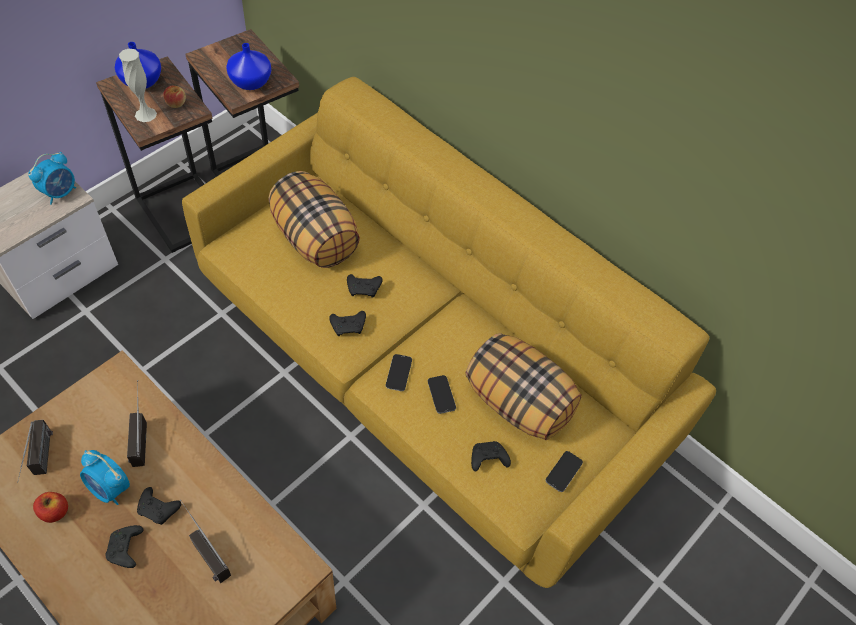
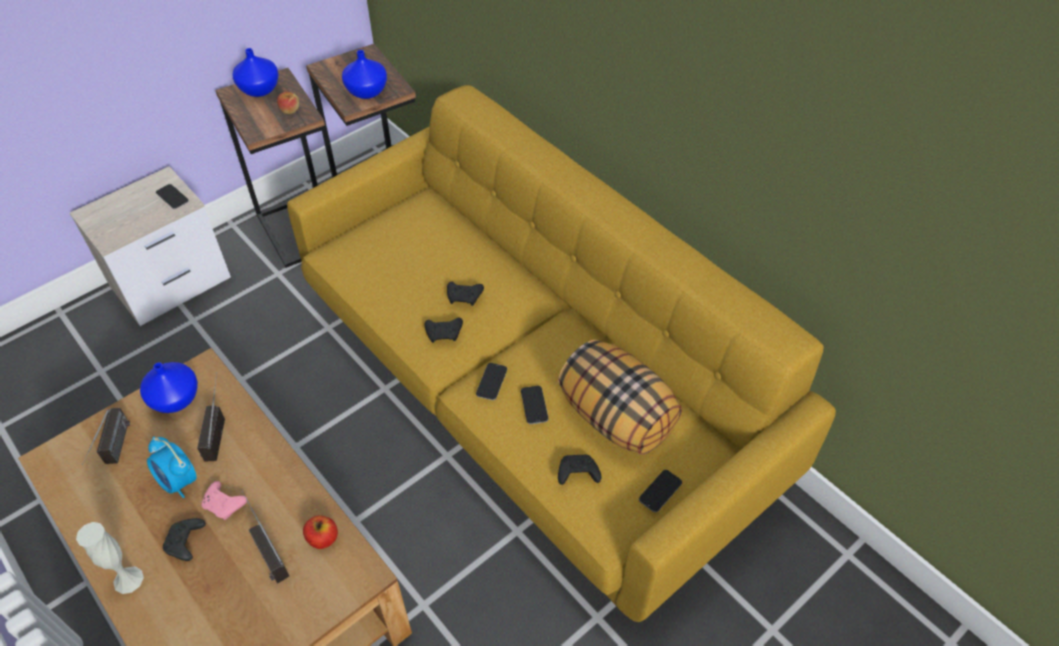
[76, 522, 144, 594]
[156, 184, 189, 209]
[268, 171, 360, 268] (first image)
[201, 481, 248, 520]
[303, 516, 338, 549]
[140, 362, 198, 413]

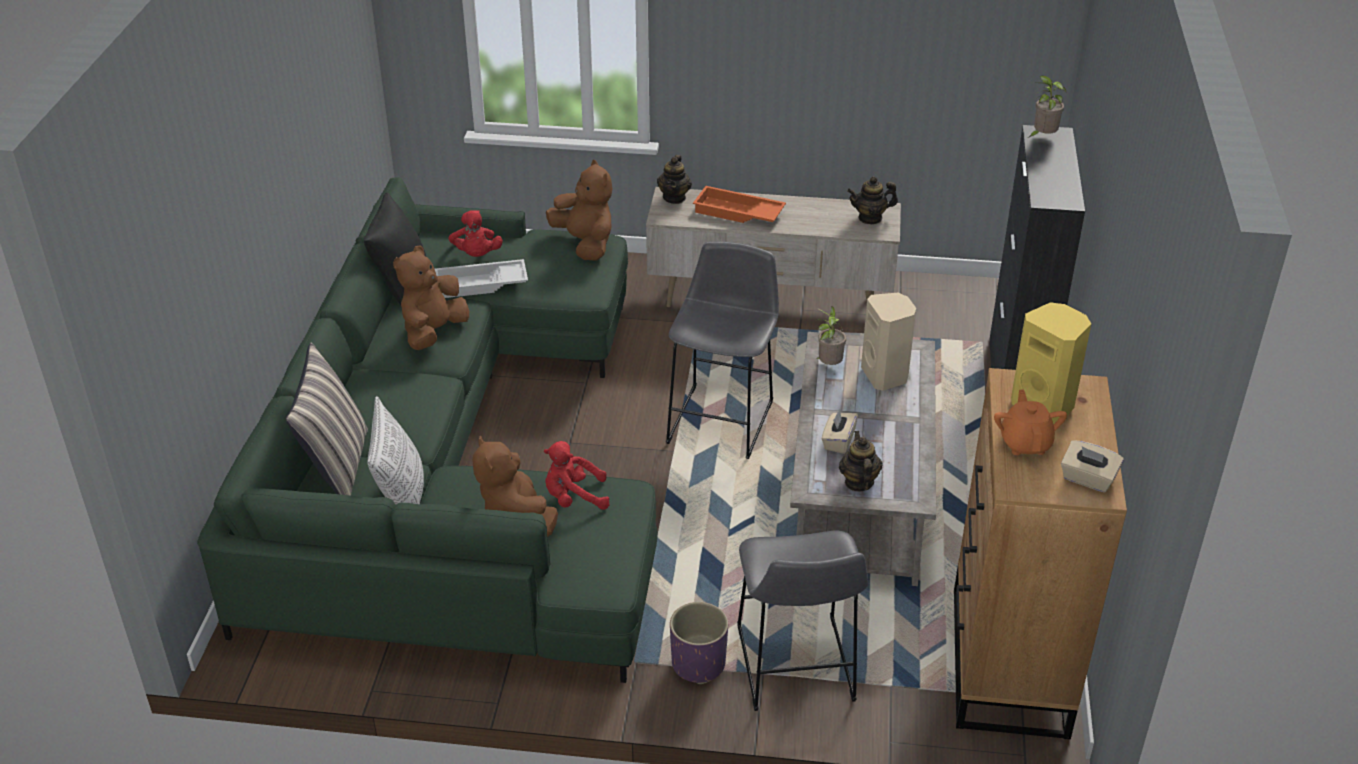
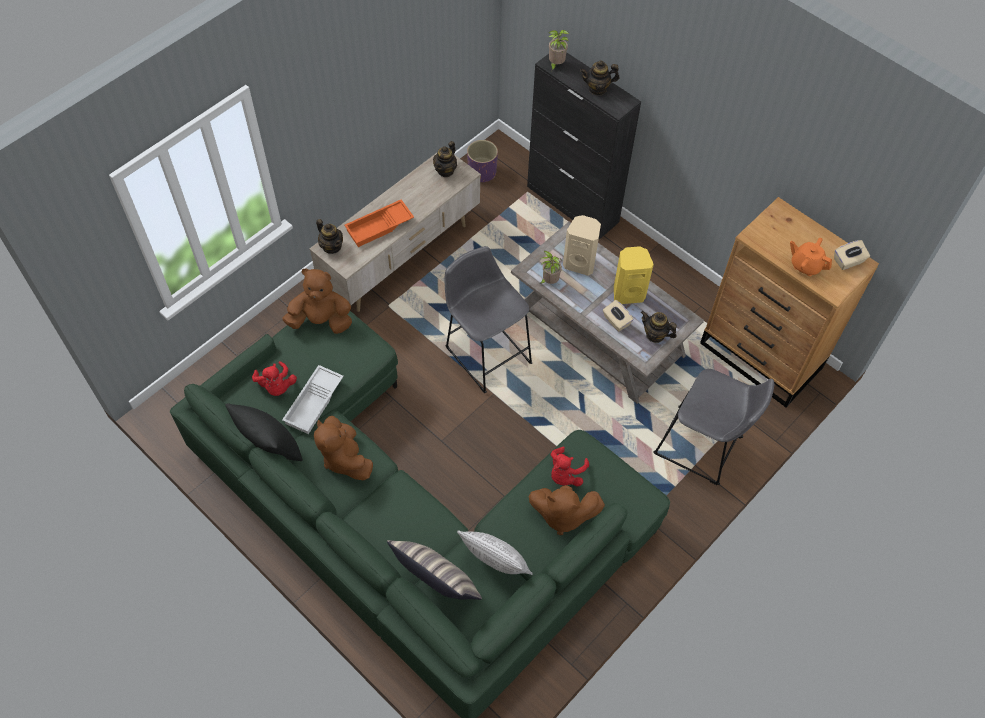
[252, 361, 297, 396]
[614, 246, 654, 304]
[467, 140, 498, 182]
[580, 60, 620, 96]

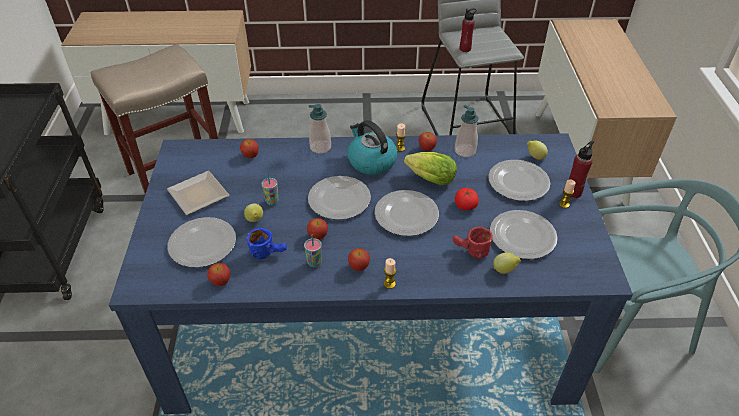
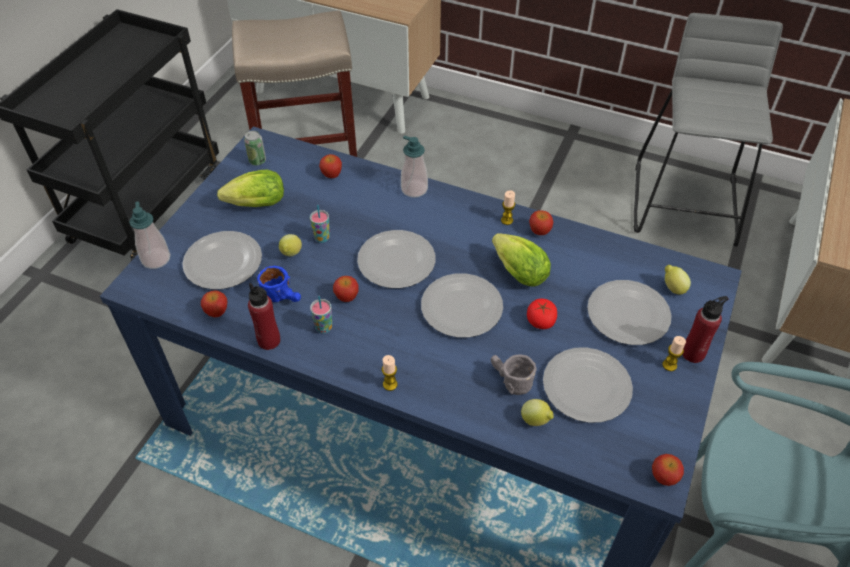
[248, 283, 280, 350]
[129, 201, 170, 269]
[347, 120, 397, 175] (first image)
[217, 170, 284, 207]
[491, 354, 537, 395]
[652, 454, 684, 486]
[244, 131, 266, 166]

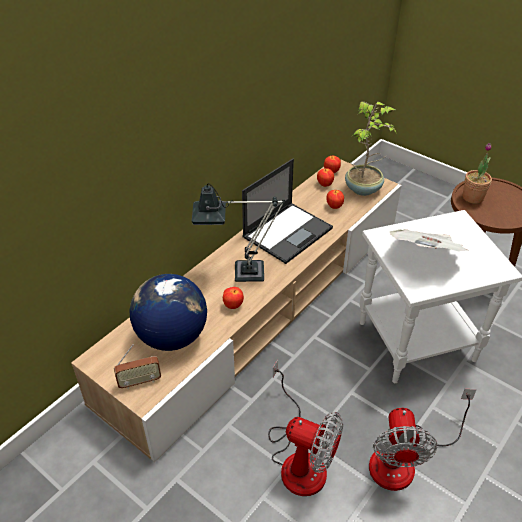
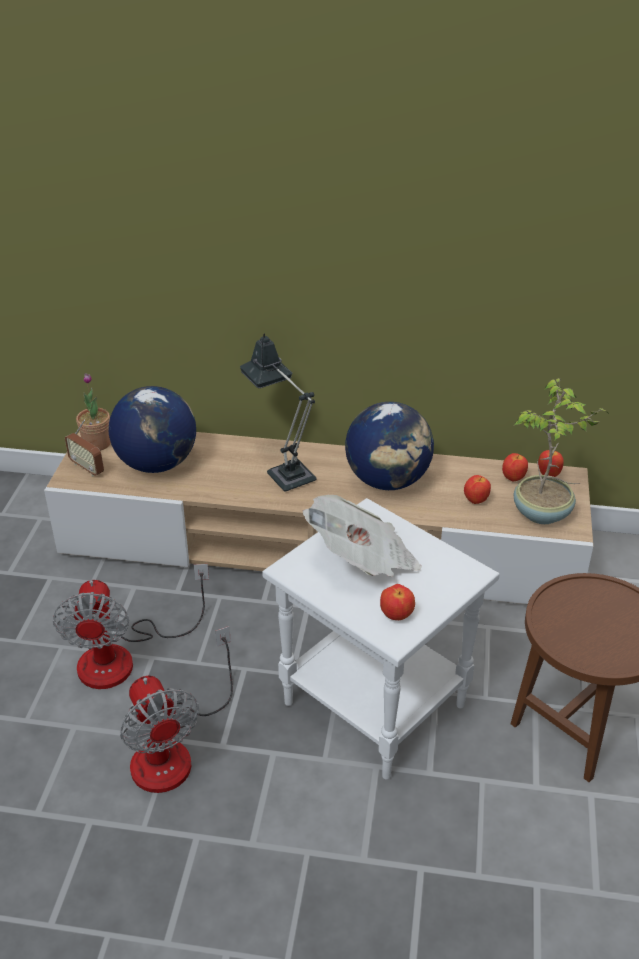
[76, 373, 111, 451]
[345, 402, 434, 490]
[380, 584, 415, 620]
[120, 626, 233, 793]

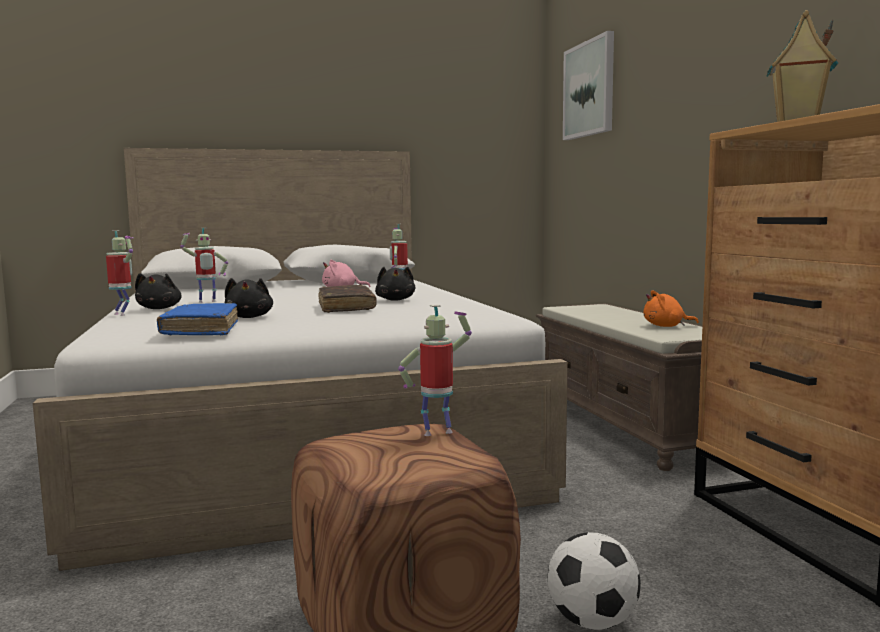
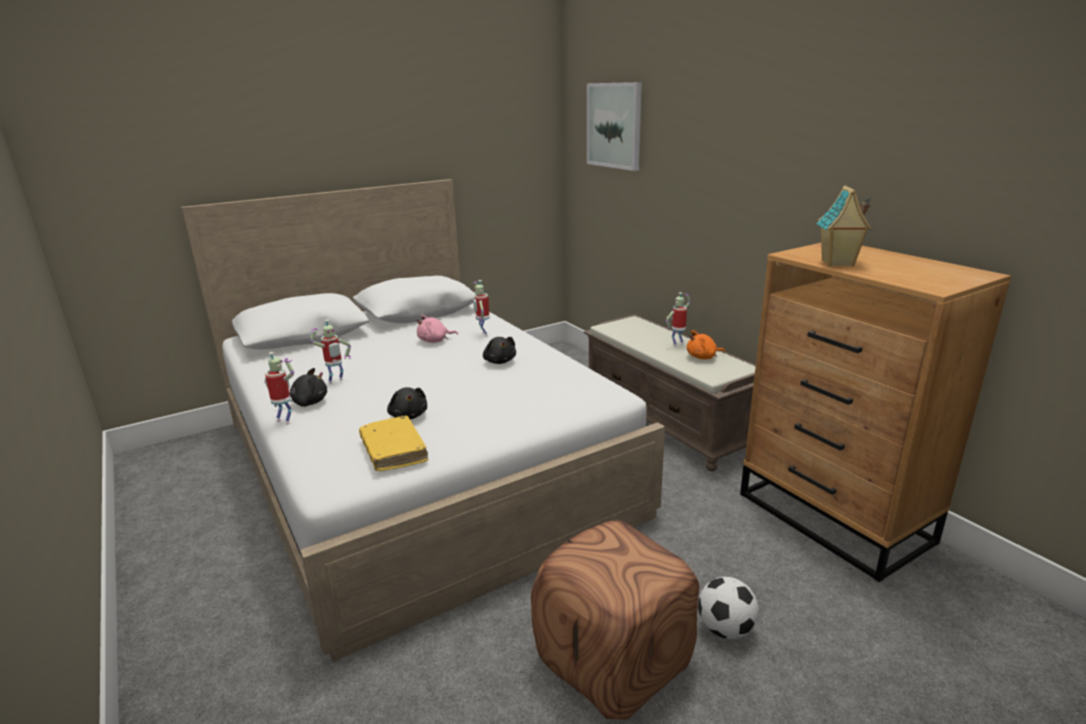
[275, 368, 327, 407]
[318, 285, 377, 313] (first image)
[359, 415, 428, 471]
[666, 292, 691, 347]

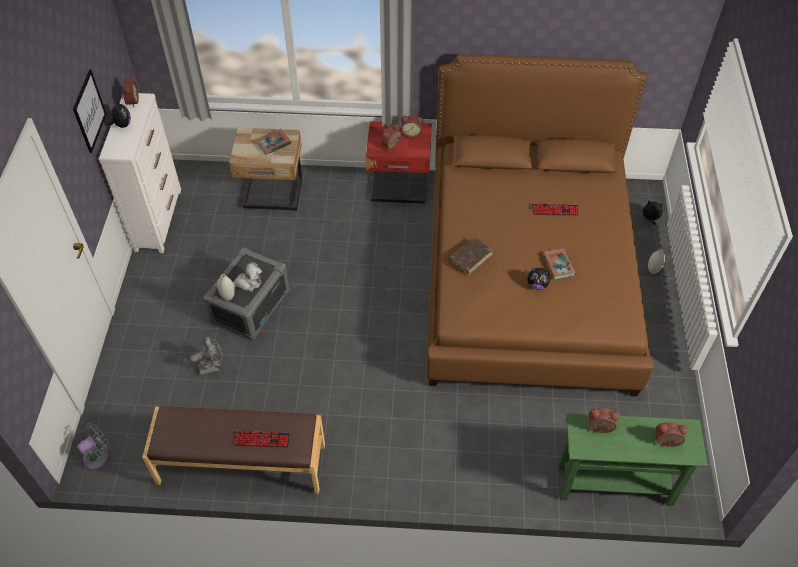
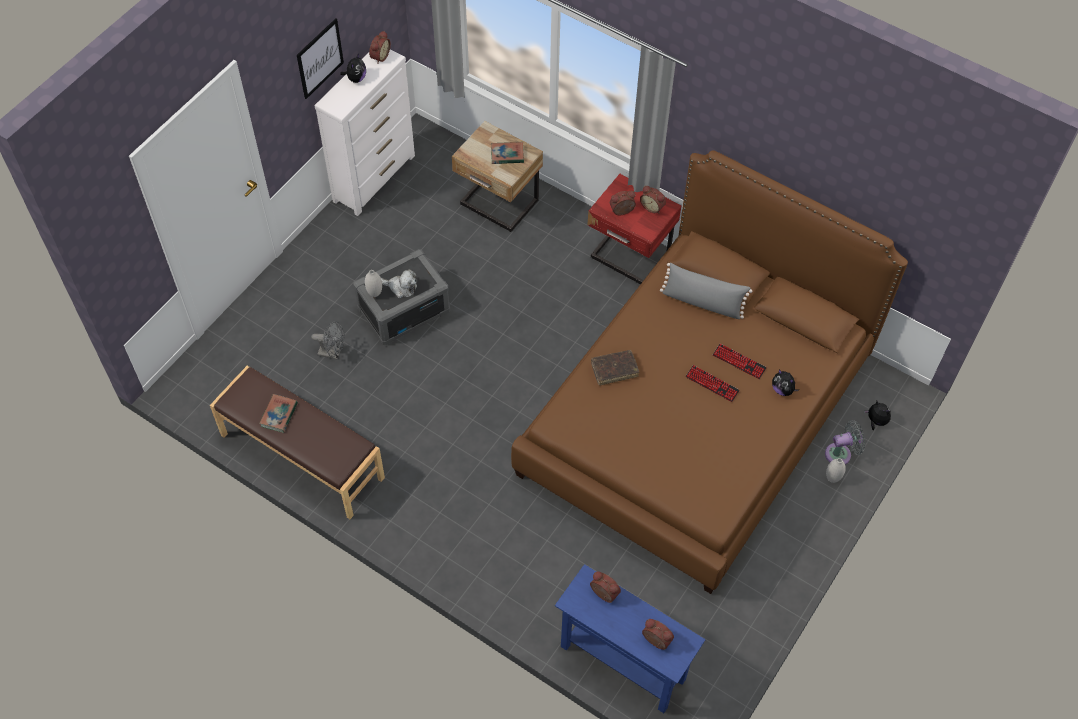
[259, 394, 298, 433]
[772, 369, 799, 396]
[555, 564, 706, 713]
[825, 420, 865, 465]
[685, 365, 740, 402]
[660, 263, 753, 319]

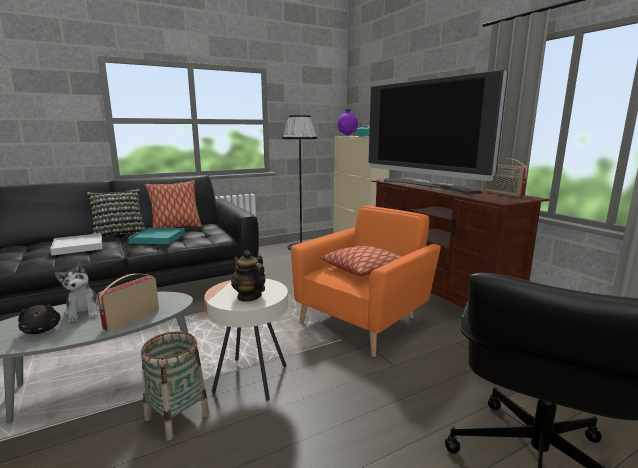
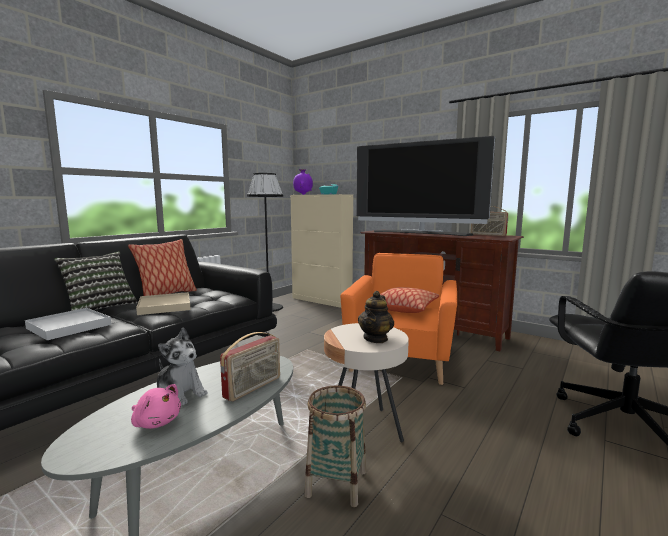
[136, 292, 191, 315]
[358, 291, 394, 343]
[220, 332, 280, 401]
[131, 384, 181, 429]

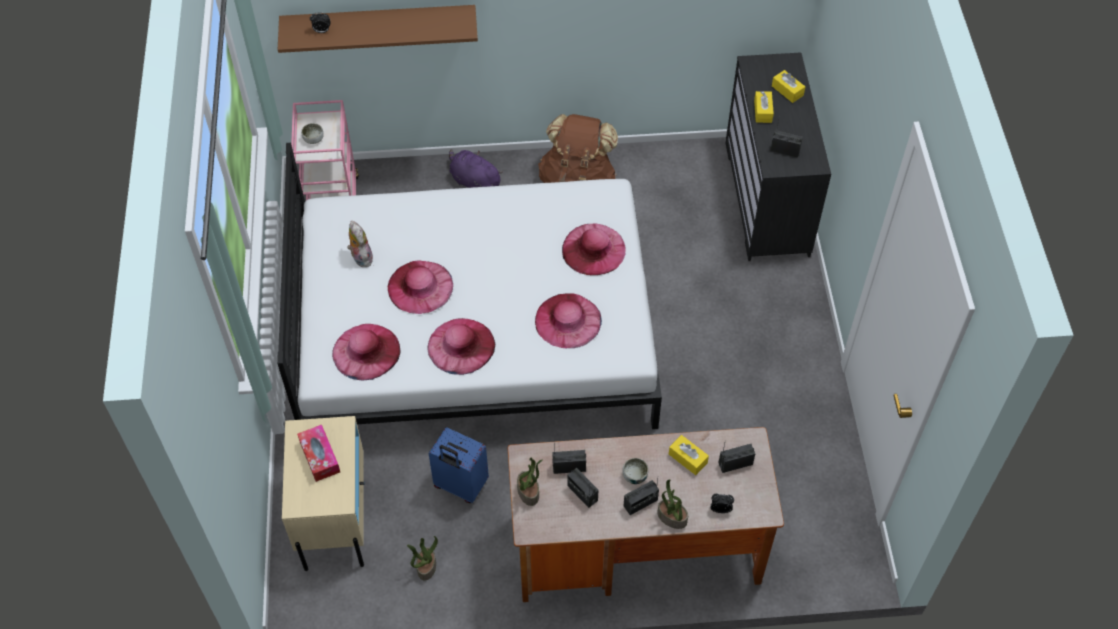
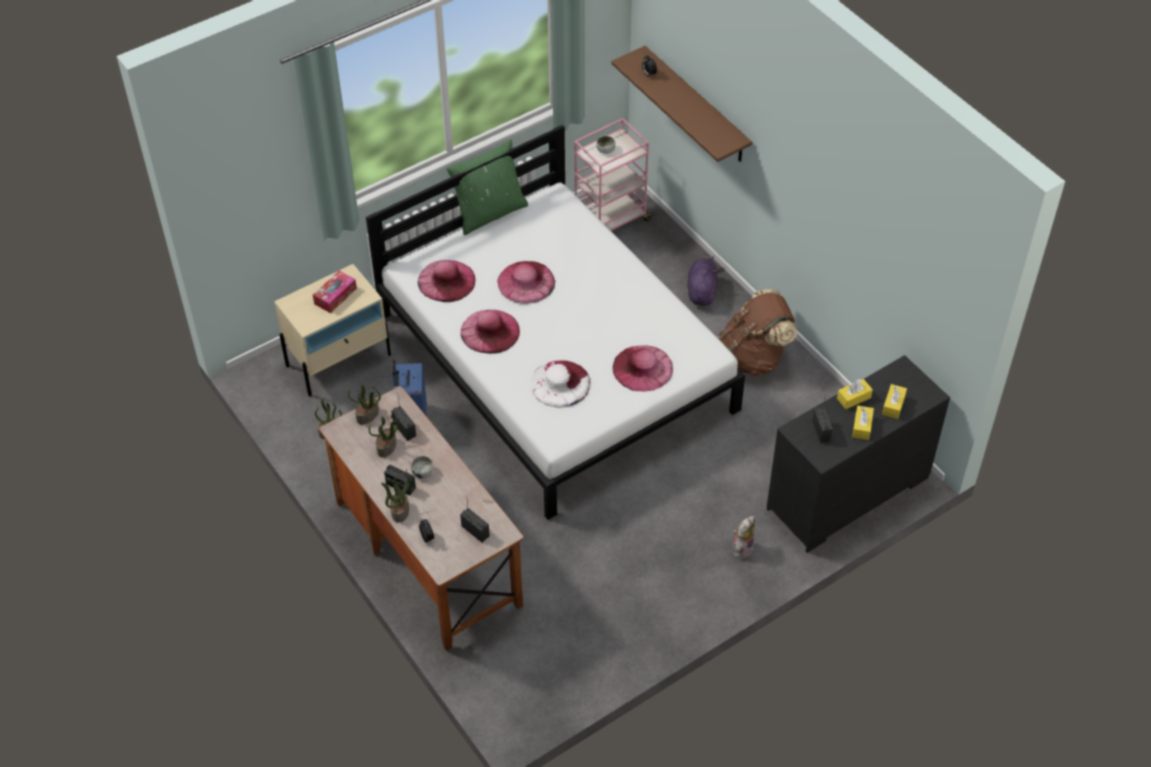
[732, 516, 755, 559]
[530, 360, 590, 407]
[852, 406, 874, 440]
[368, 415, 399, 458]
[447, 139, 528, 235]

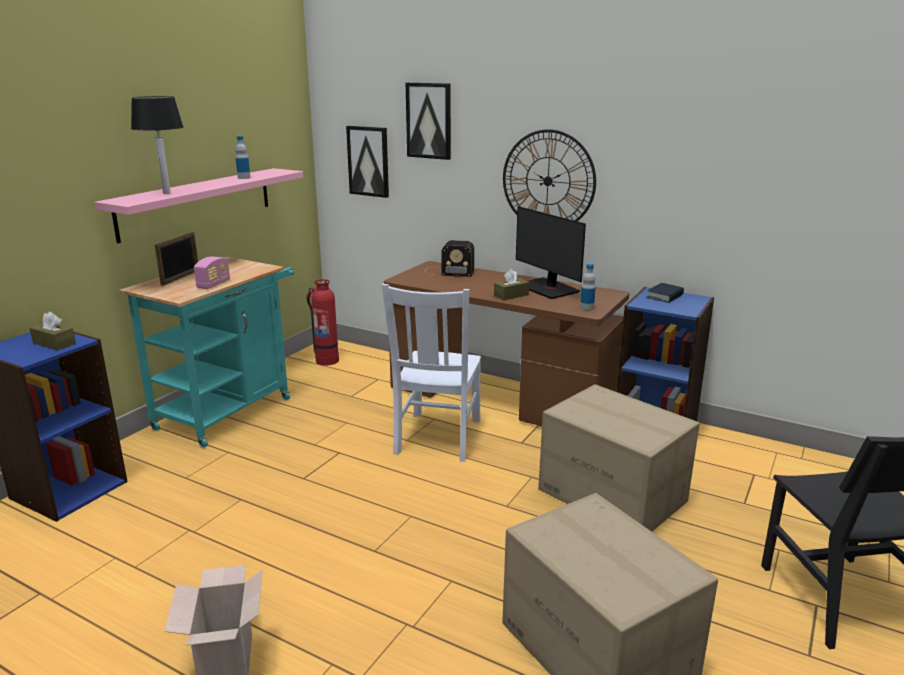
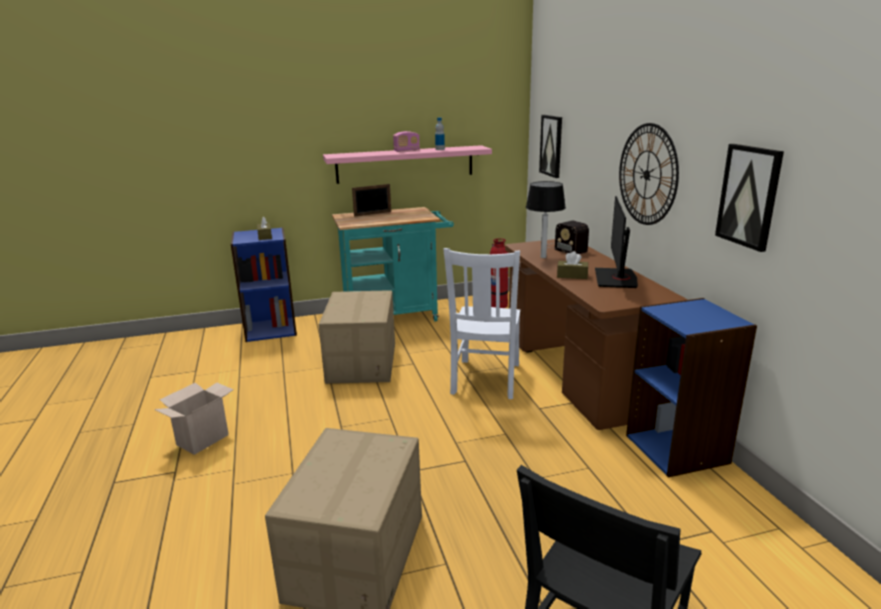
[715, 144, 784, 252]
[526, 181, 566, 258]
[393, 131, 420, 152]
[580, 264, 596, 311] (first image)
[646, 283, 684, 303] (first image)
[443, 248, 520, 399]
[319, 290, 395, 384]

